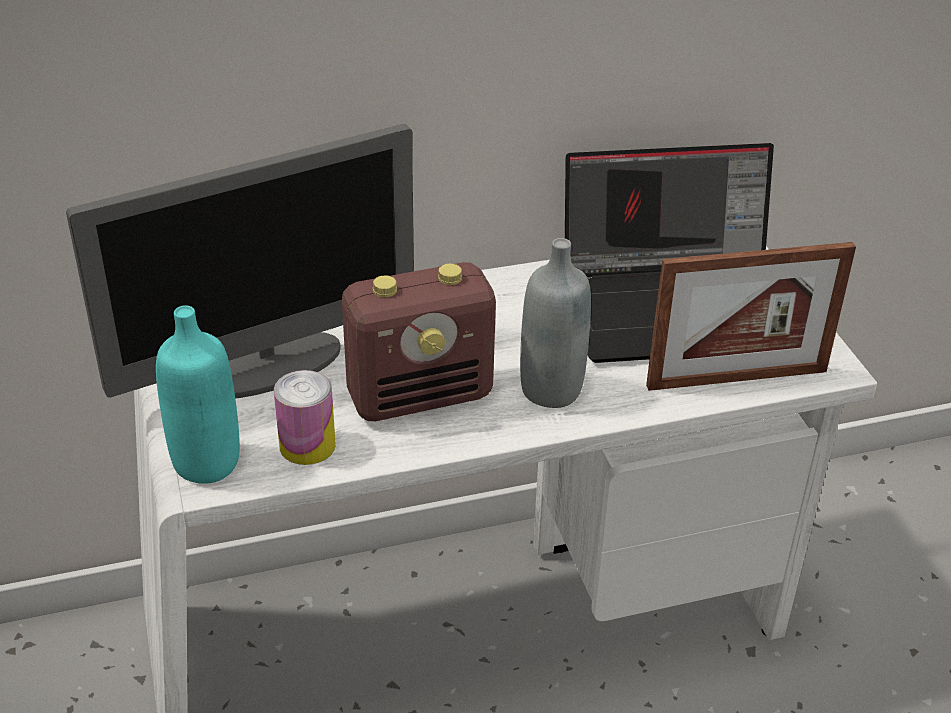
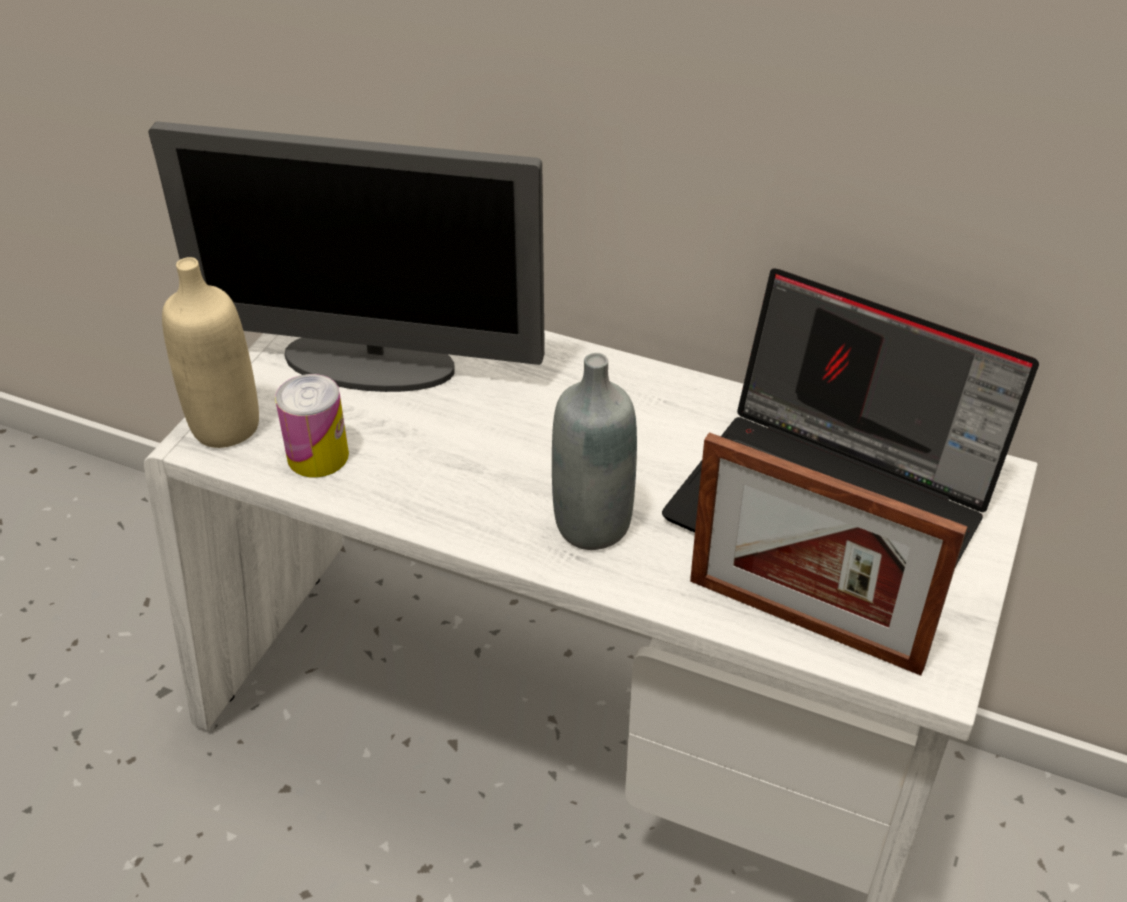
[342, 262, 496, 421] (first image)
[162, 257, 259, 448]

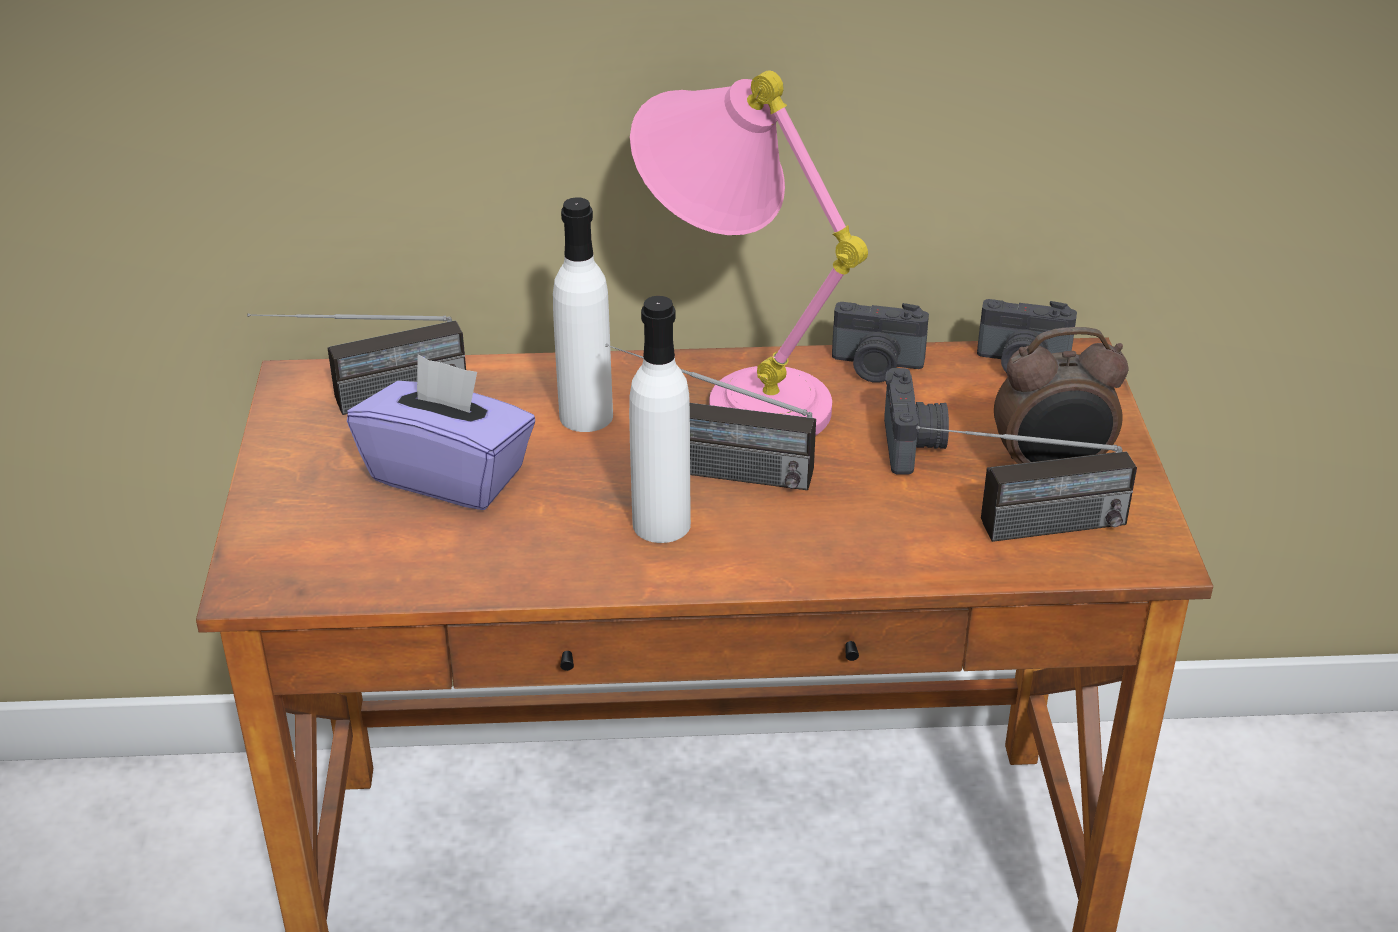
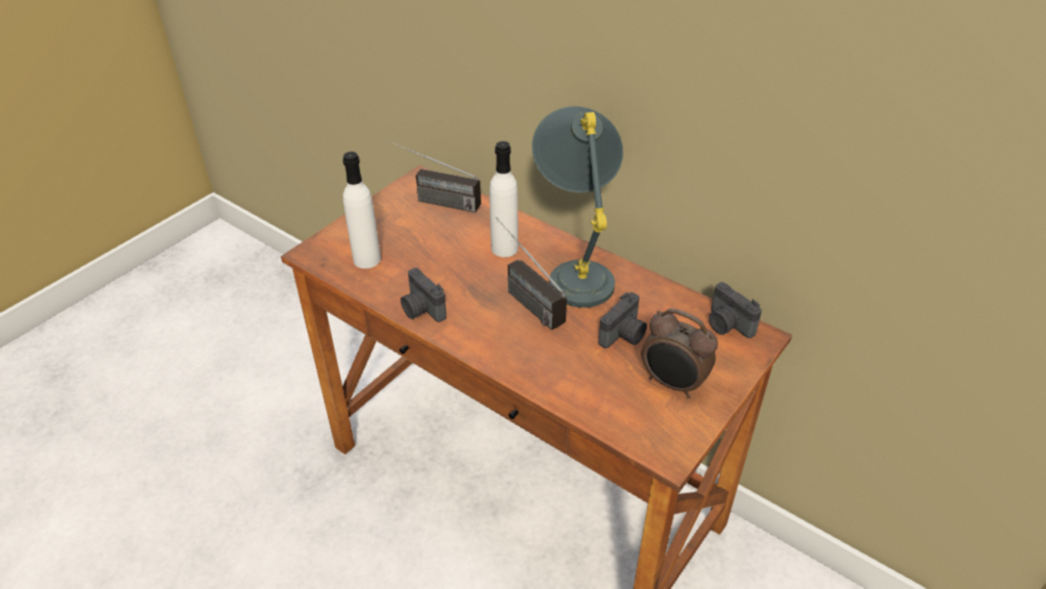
[532, 106, 623, 308]
[343, 152, 381, 269]
[401, 268, 446, 322]
[347, 354, 535, 510] (first image)
[916, 426, 1137, 542] (first image)

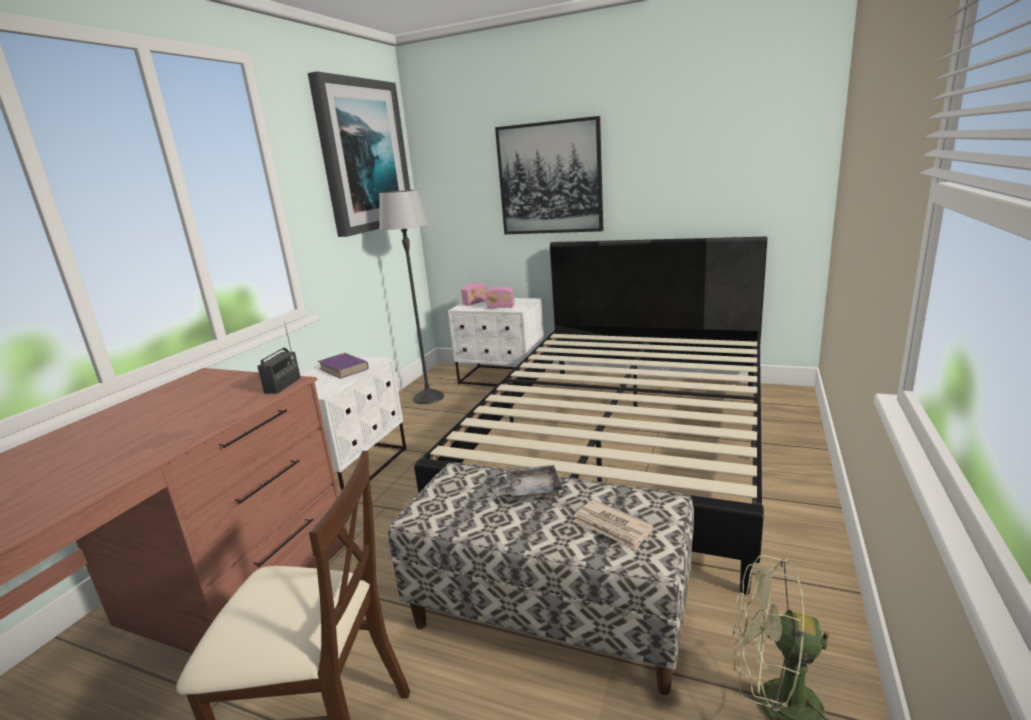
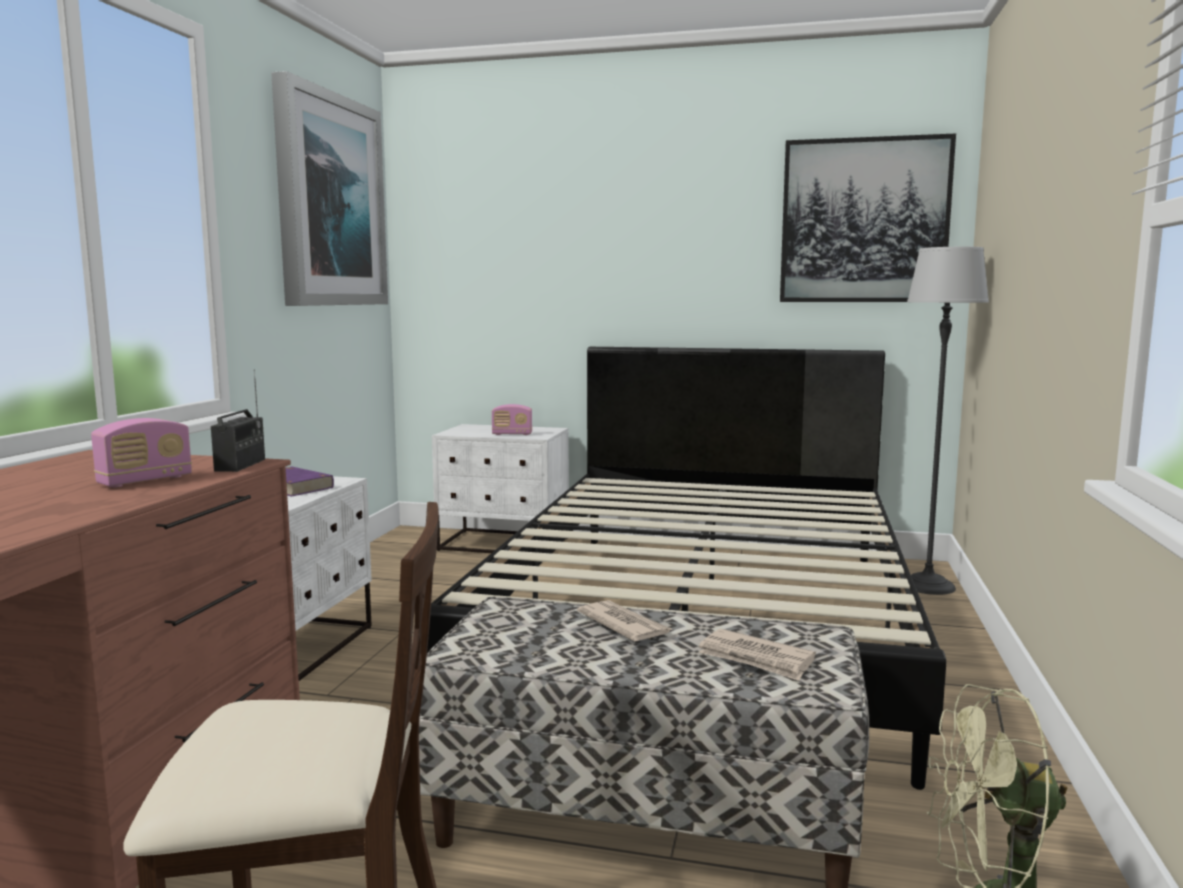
[780, 133, 956, 302]
[907, 247, 989, 595]
[91, 418, 192, 487]
[577, 600, 672, 642]

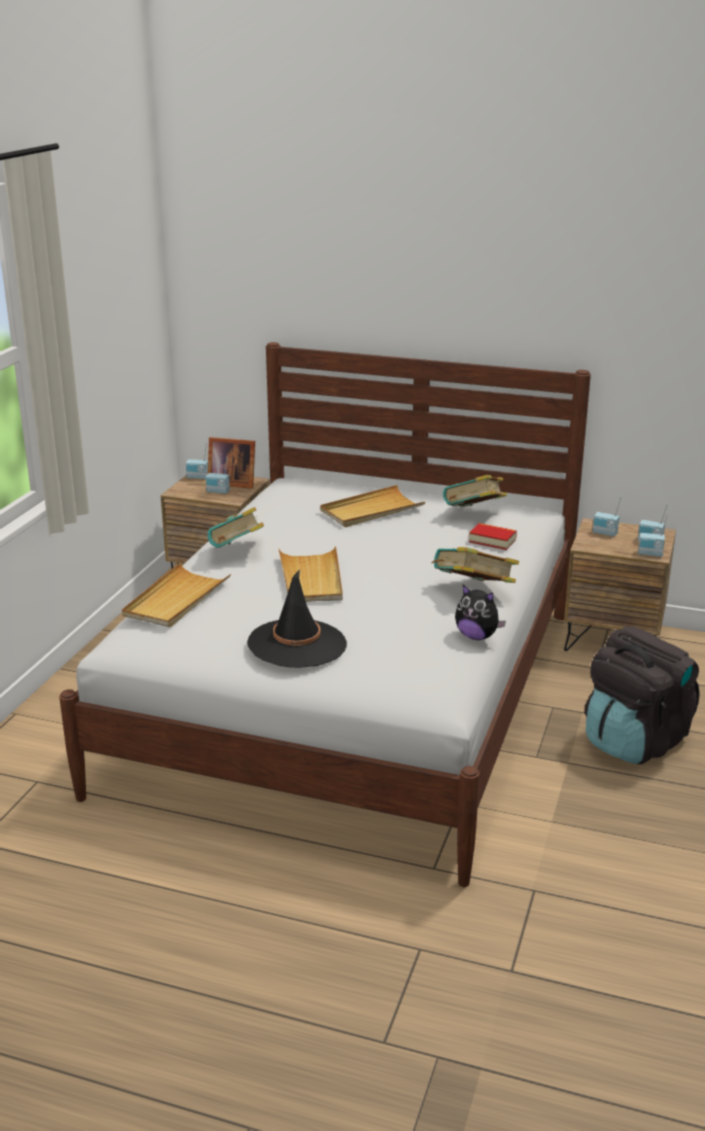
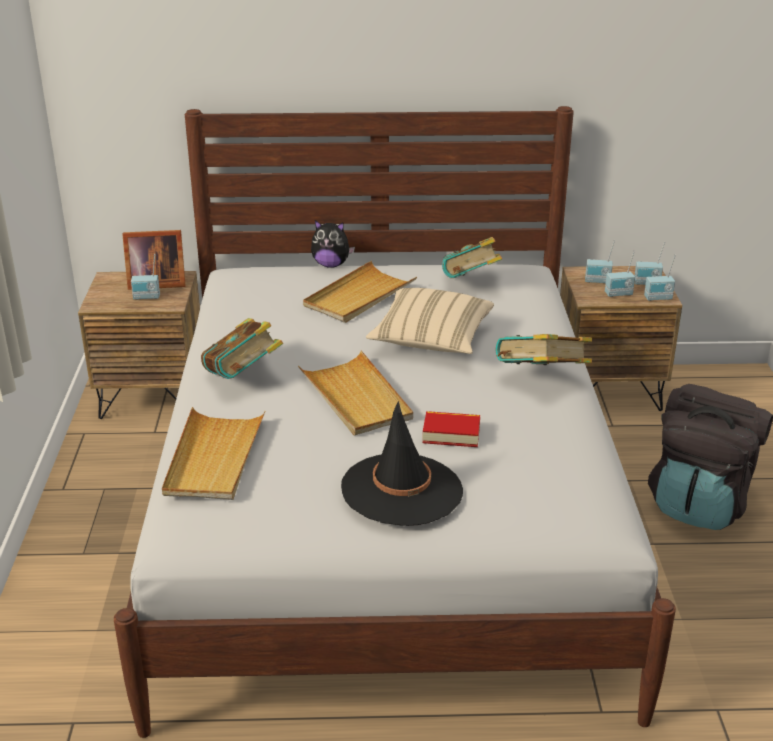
[605, 250, 635, 297]
[423, 411, 480, 447]
[311, 220, 355, 268]
[366, 288, 494, 354]

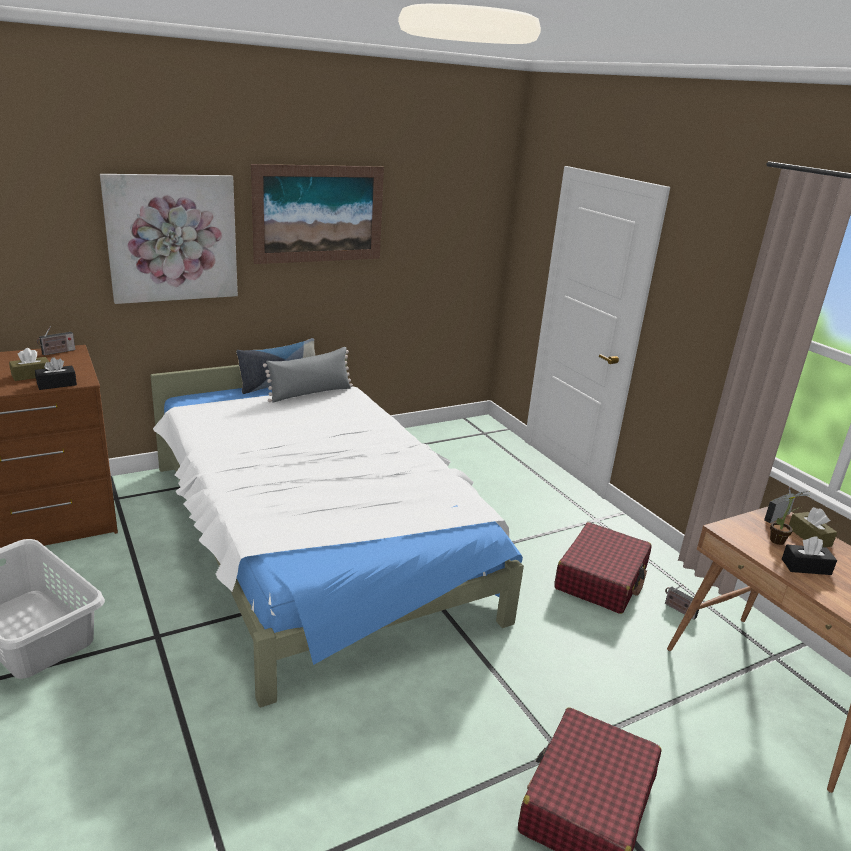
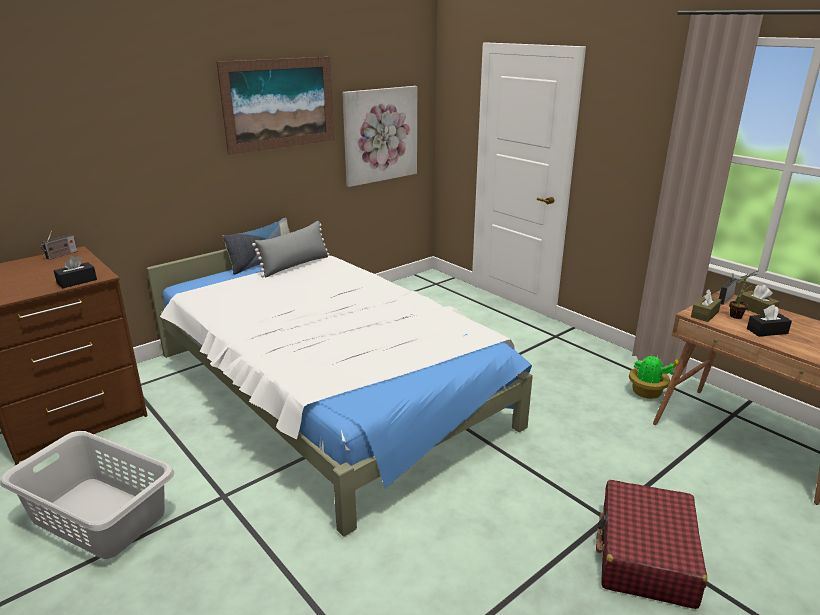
[342, 86, 417, 187]
[691, 289, 722, 322]
[554, 522, 652, 614] (first image)
[629, 354, 678, 399]

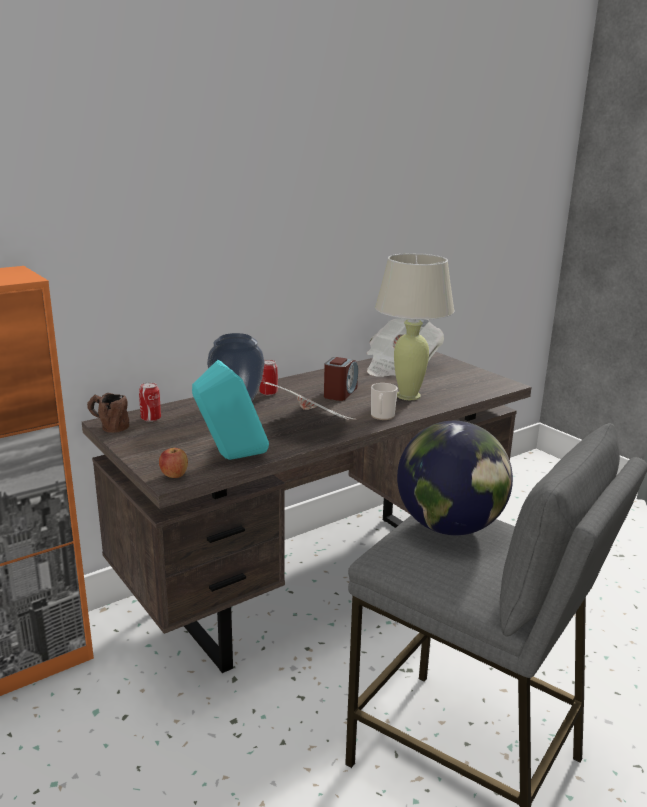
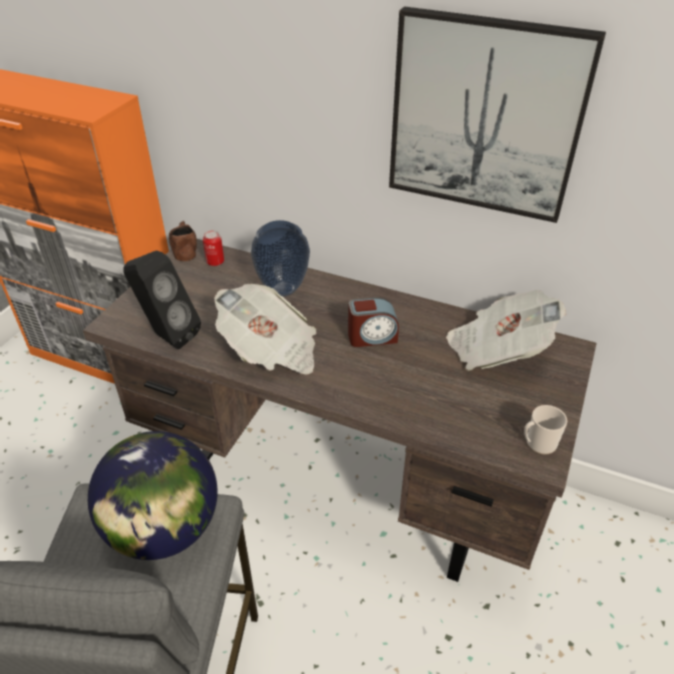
[375, 253, 455, 400] (first image)
[123, 250, 201, 349]
[259, 360, 278, 395] (first image)
[524, 405, 567, 455]
[159, 448, 188, 478] (first image)
[389, 6, 606, 223]

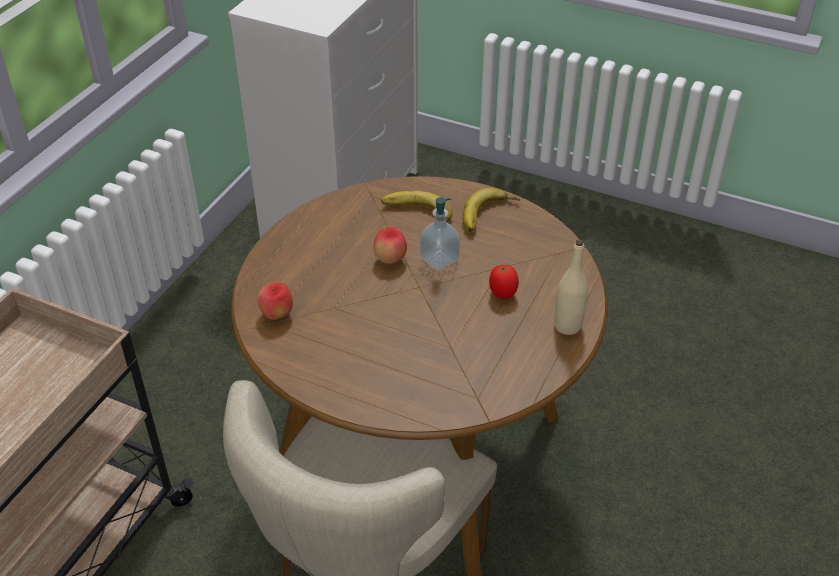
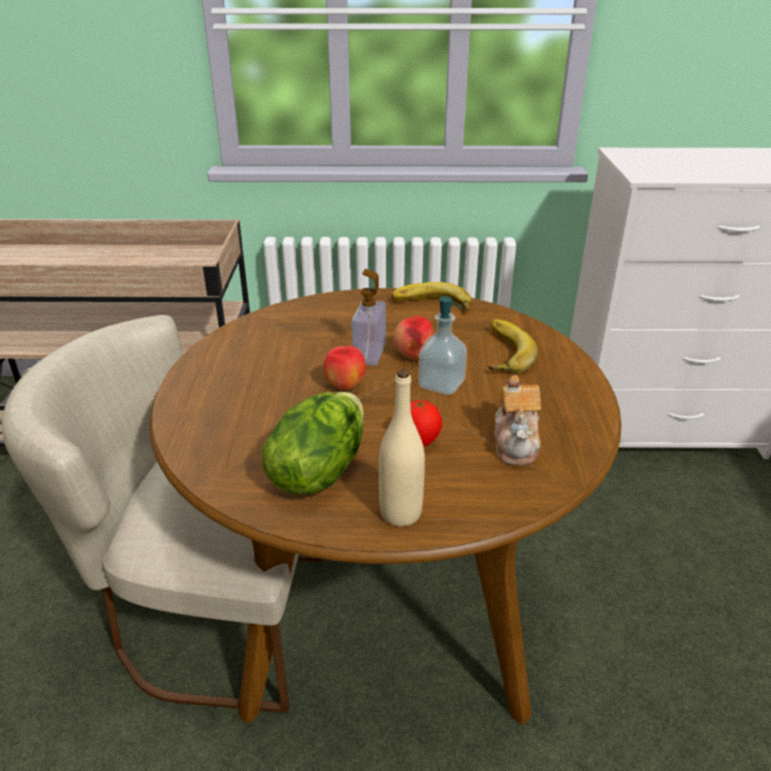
[392, 282, 472, 312]
[323, 346, 366, 390]
[352, 269, 386, 366]
[494, 375, 541, 466]
[262, 392, 364, 495]

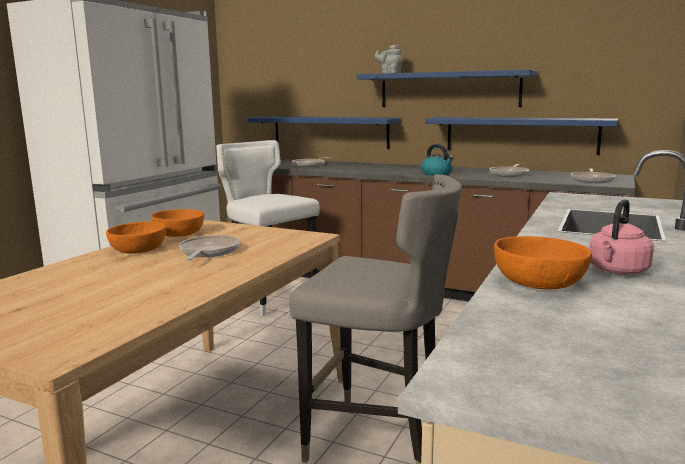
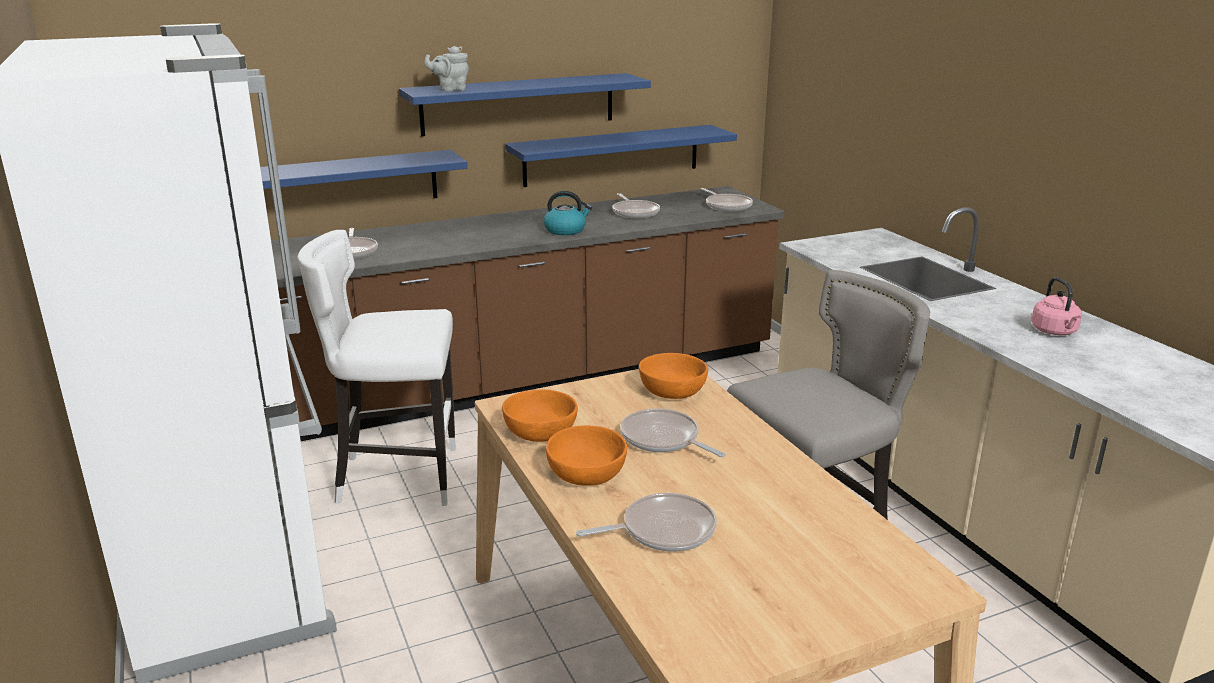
[639, 353, 708, 399]
[576, 493, 717, 552]

